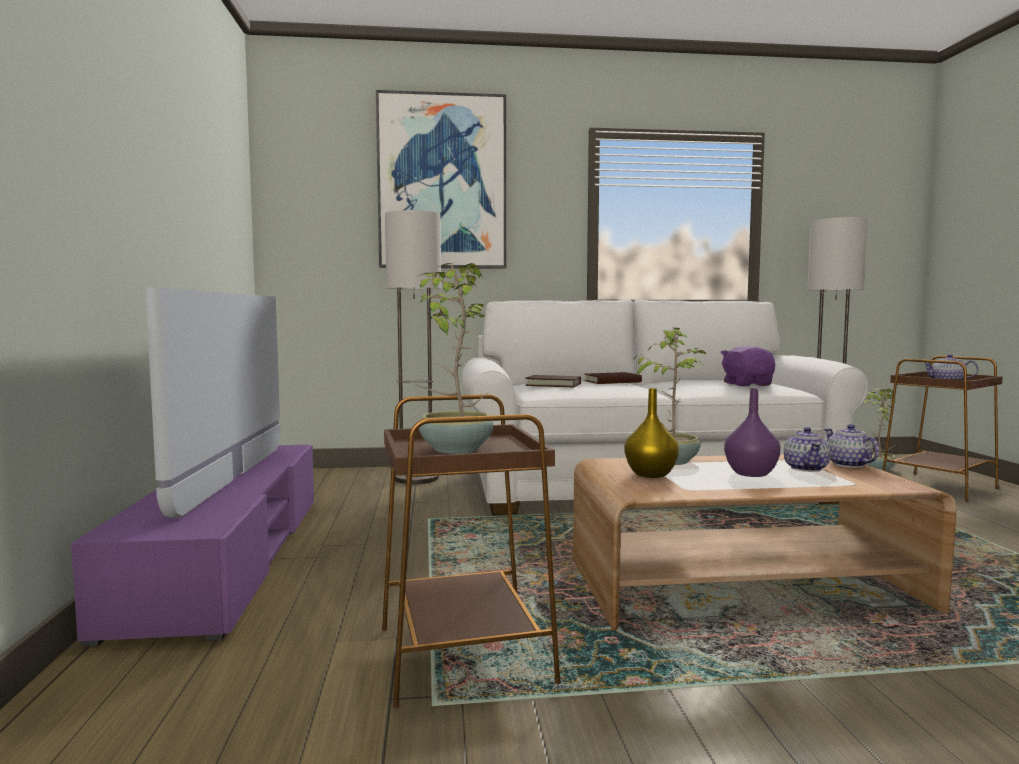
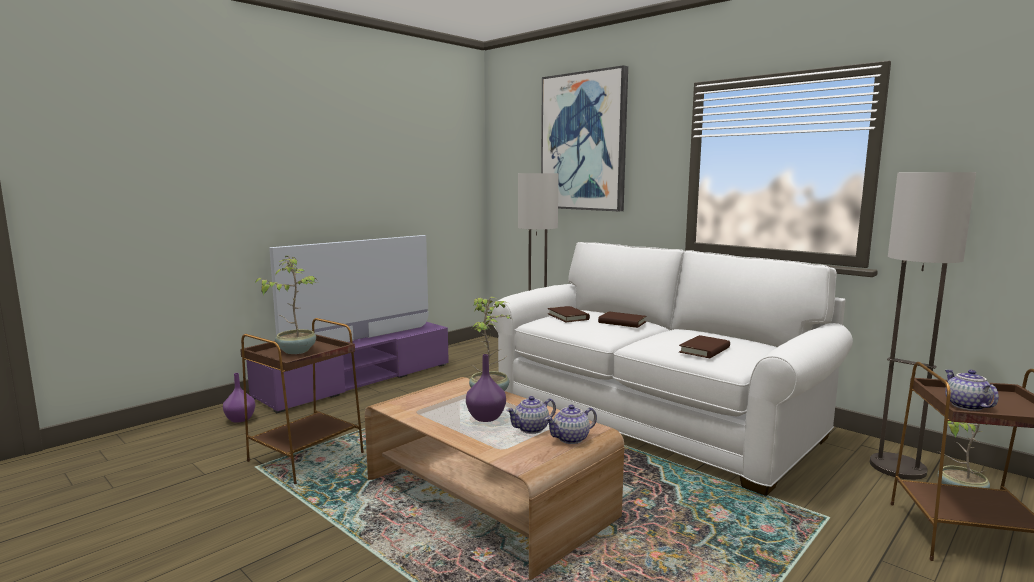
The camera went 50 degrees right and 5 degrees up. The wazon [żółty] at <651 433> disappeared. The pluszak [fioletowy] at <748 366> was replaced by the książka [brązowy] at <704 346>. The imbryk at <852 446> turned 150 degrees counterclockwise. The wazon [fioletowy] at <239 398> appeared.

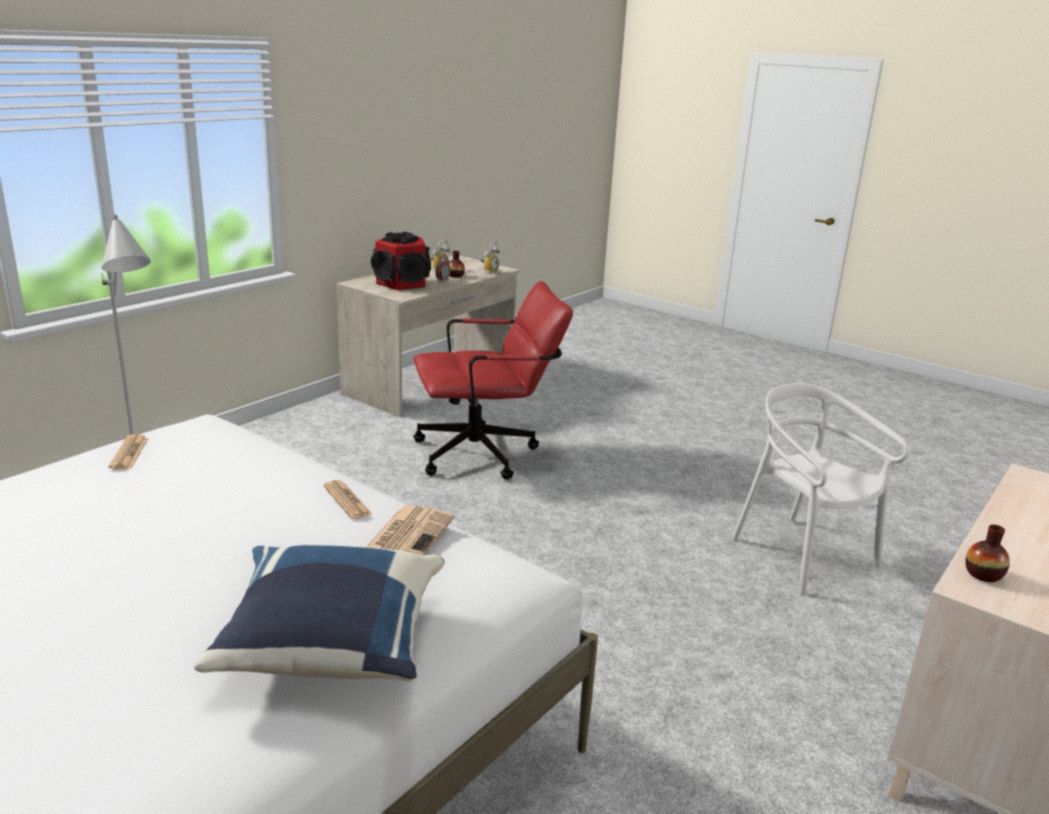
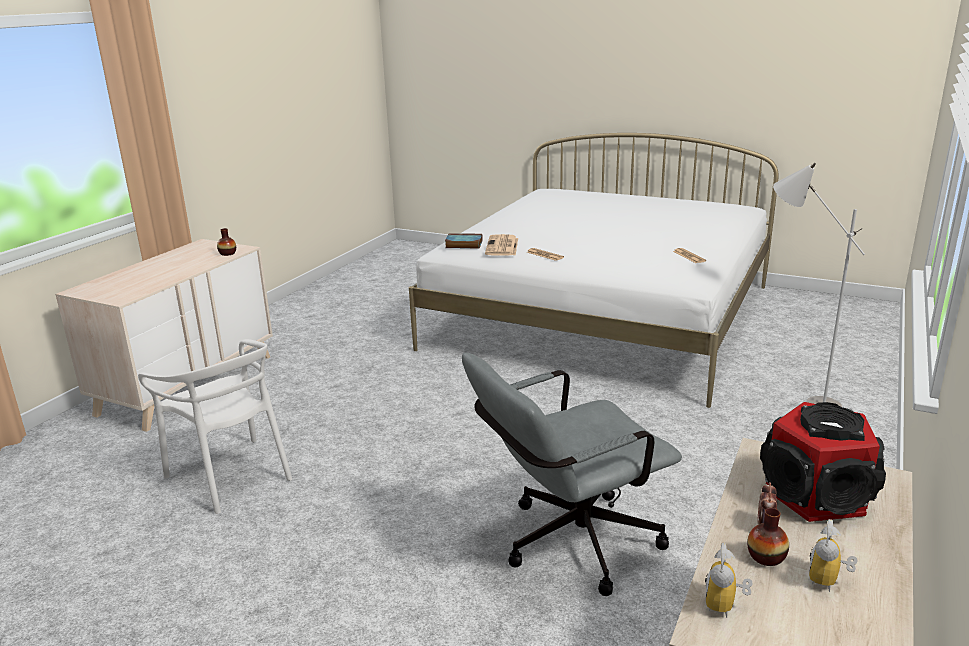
The camera went 170 degrees right and 0 degrees up. The poduszka [niebieski] at <319 613> disappeared. The krzesło biurowe [czerwony] at <493 380> became the krzesło biurowe [szary] at <572 474>. The książka at <463 241> appeared.

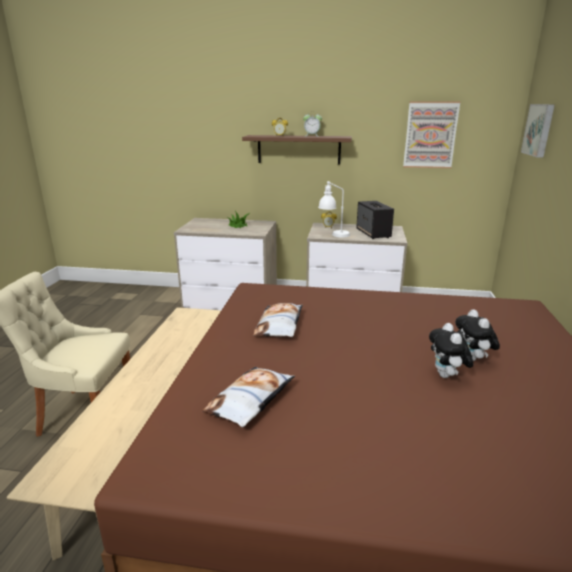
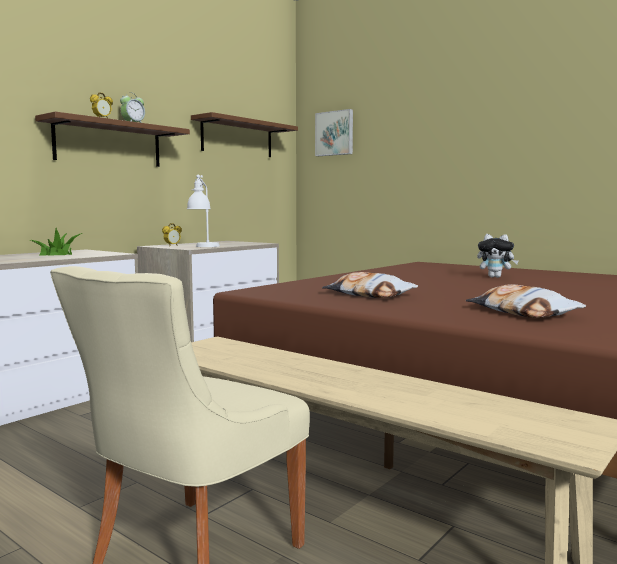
The camera went 60 degrees left and 15 degrees down. The głośnik at <375 220> disappeared. The obraz at <431 135> was replaced by the półka [brązowy] at <244 134>. The pluszak at <451 350> disappeared.

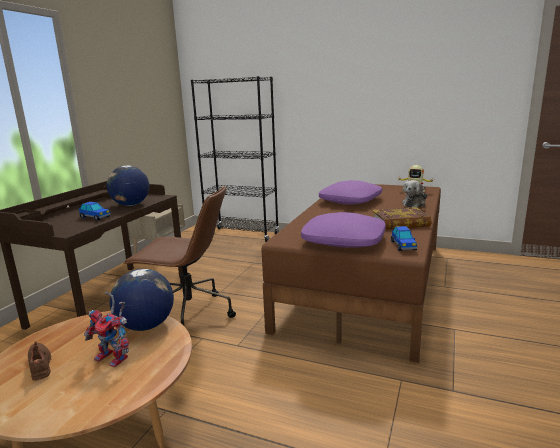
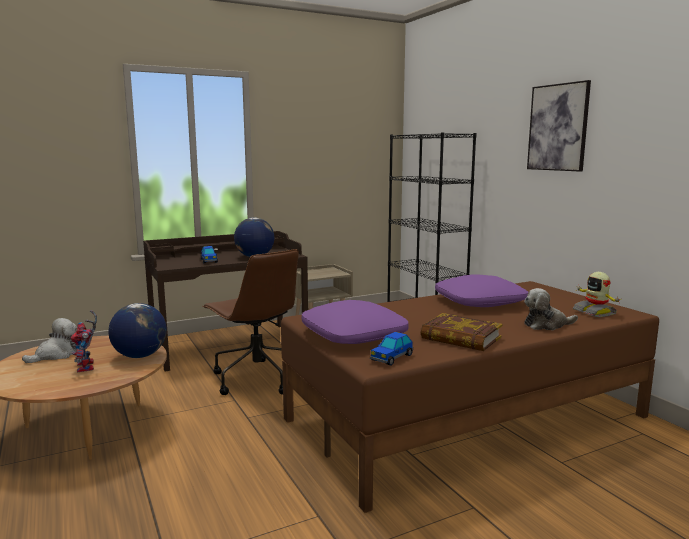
The camera went 40 degrees right and 5 degrees down. The but [brązowy] at <39 361> was replaced by the pluszak at <49 340>. The obraz at <559 126> appeared.

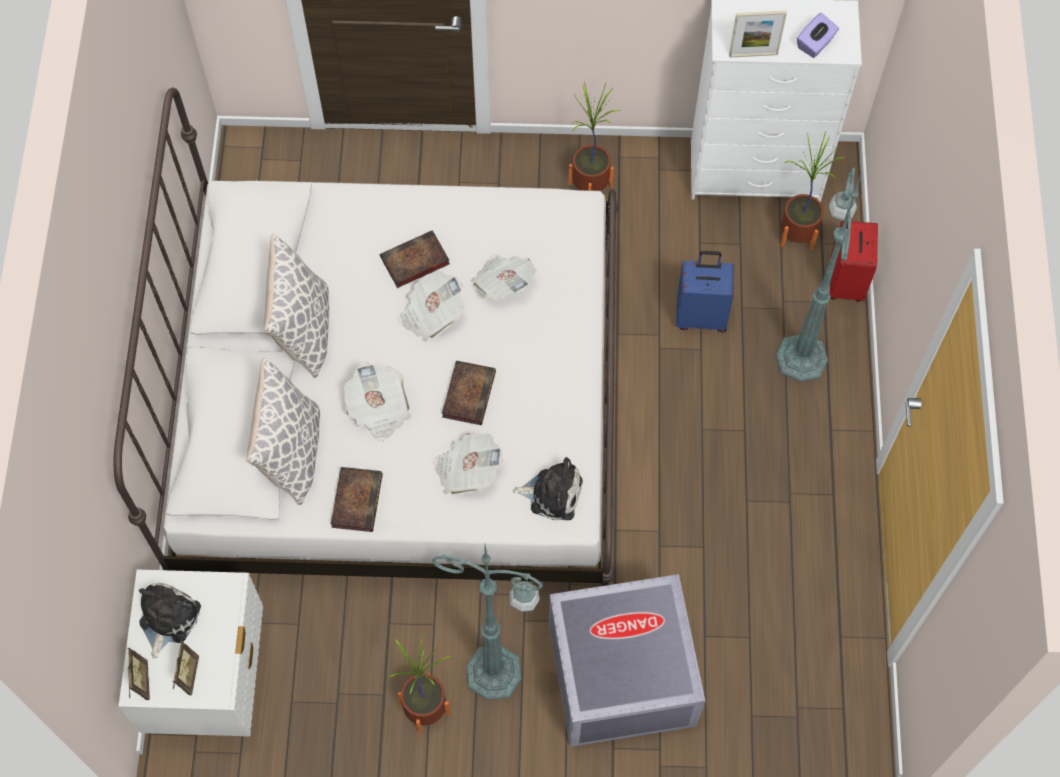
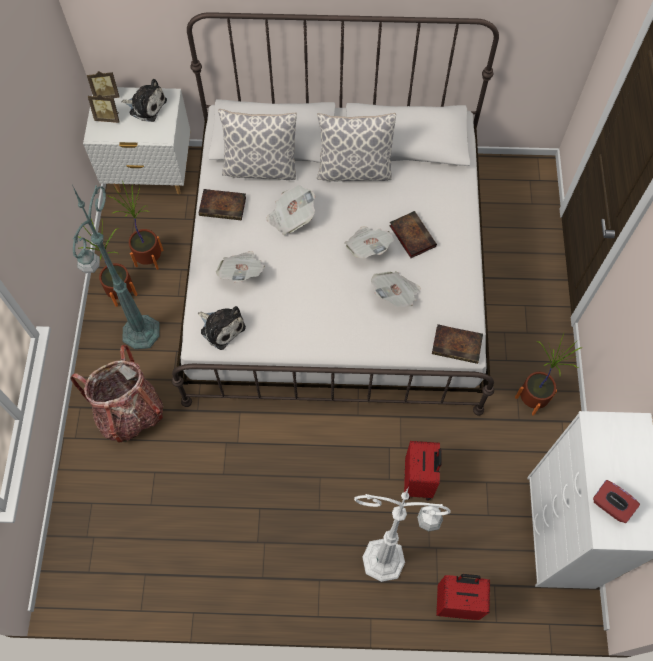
The camera went 90 degrees right and 0 degrees up. The książka moved from <469 393> to <457 344>. The pluszak at <547 488> turned 60 degrees counterclockwise. The pojemnik do przechowywania [szary] at <627 660> was replaced by the plecak at <117 394>. The walizka [niebieski] at <705 291> became the walizka [czerwony] at <423 471>. The ramka na zdjęcie at <758 34> disappeared. The lampa stojąca [zielony] at <819 275> became the lampa stojąca [biały] at <402 534>. The roślina doniczkowa moved from <813 191> to <136 225>. The pudełko chusteczek [fioletowy] at <818 35> became the pudełko chusteczek [czerwony] at <616 501>.

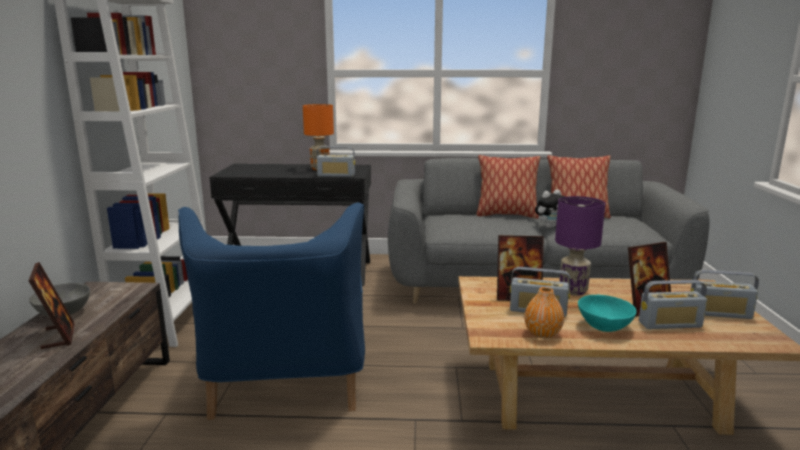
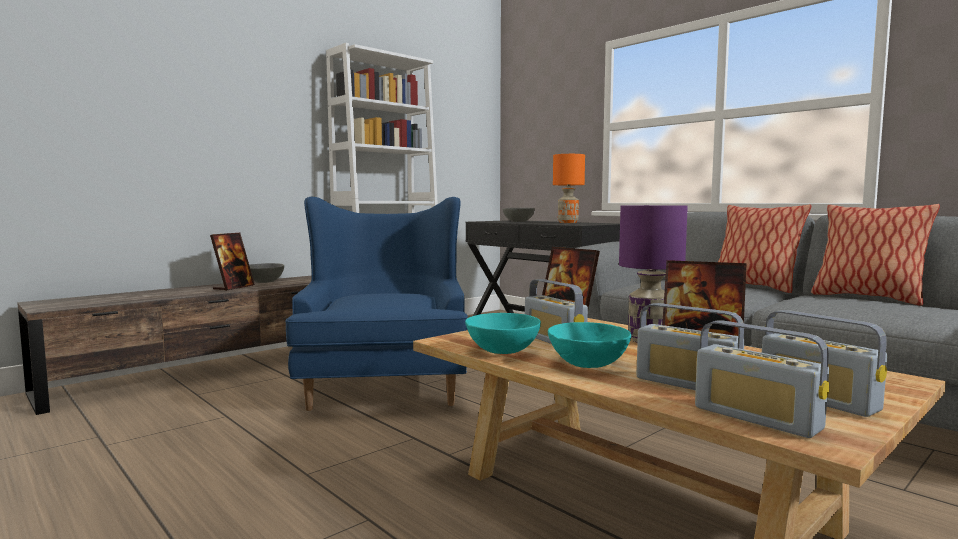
The camera went 45 degrees right and 10 degrees down. The fotel [niebieski] at <271 311> turned 135 degrees clockwise. The radio moved from <335 161> to <762 379>. The wazon [pomarańczowy] at <544 312> was replaced by the miska [turkusowy] at <503 333>. The pluszak at <550 208> disappeared. The miska [szary] at <518 215> appeared.

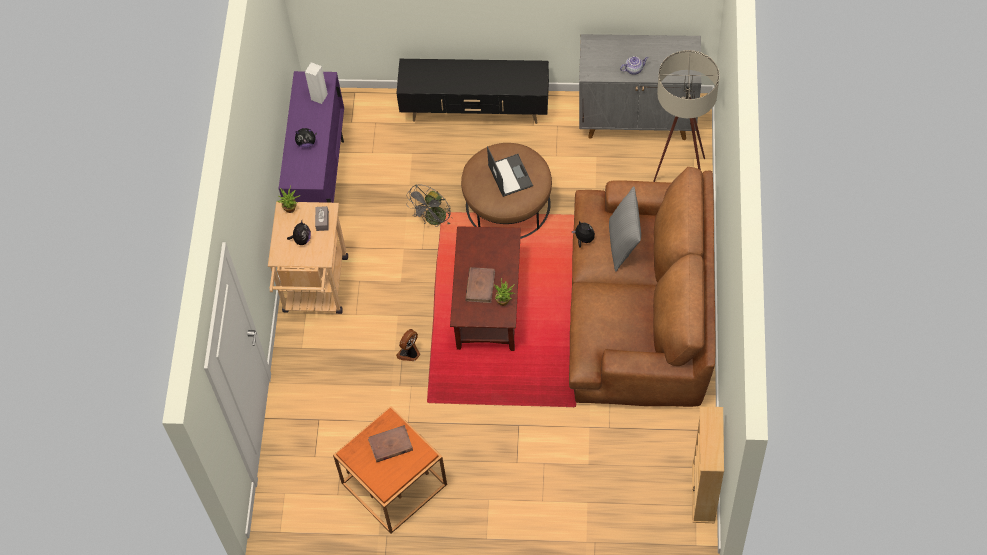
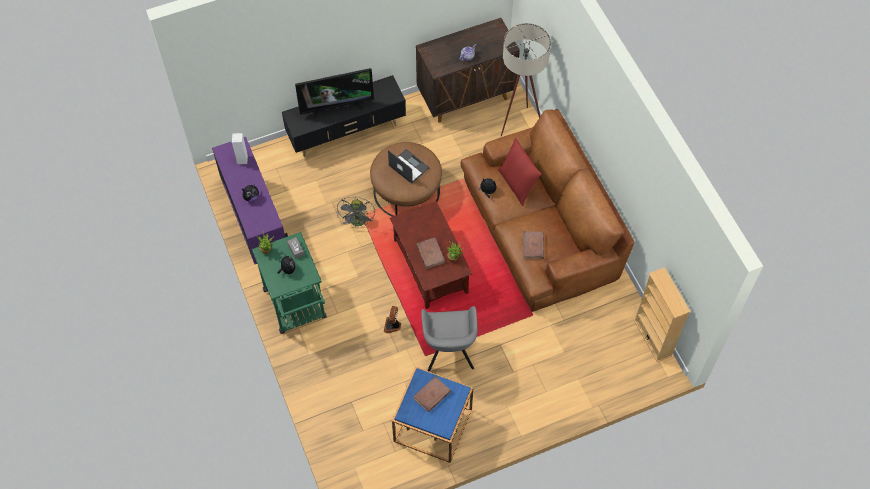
The camera went 30 degrees left and 0 degrees up. The wózek [beżowy] at <308 258> became the wózek [zielony] at <289 283>. The stolik [pomarańczowy] at <390 469> became the stolik [niebieski] at <432 415>. The szafka [szary] at <640 87> became the szafka [brązowy] at <468 70>. The poduszka [szary] at <625 229> became the poduszka [czerwony] at <519 172>. The telewizor at <334 94> appeared. The fotel [szary] at <449 338> appeared. The książka [brązowy] at <533 245> appeared.

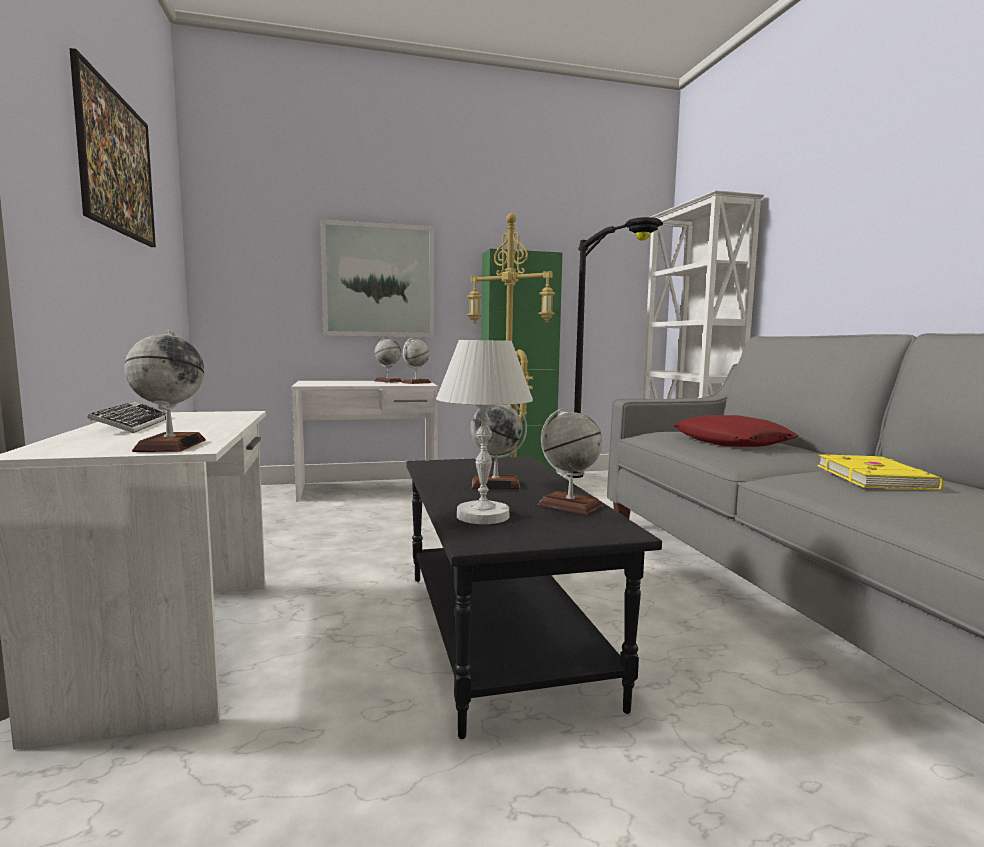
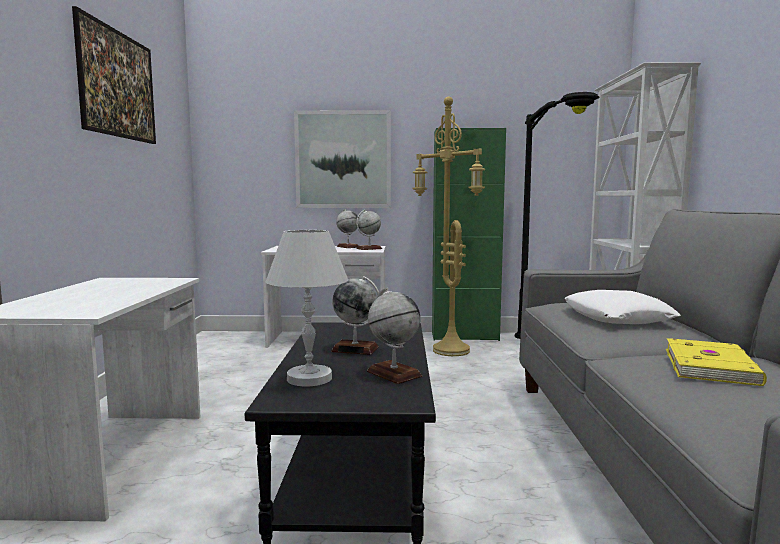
The camera went 15 degrees right and 0 degrees up. The klawiatura at <126 417> disappeared. The globus at <165 391> disappeared. The poduszka [czerwony] at <736 431> became the poduszka [biały] at <622 307>.

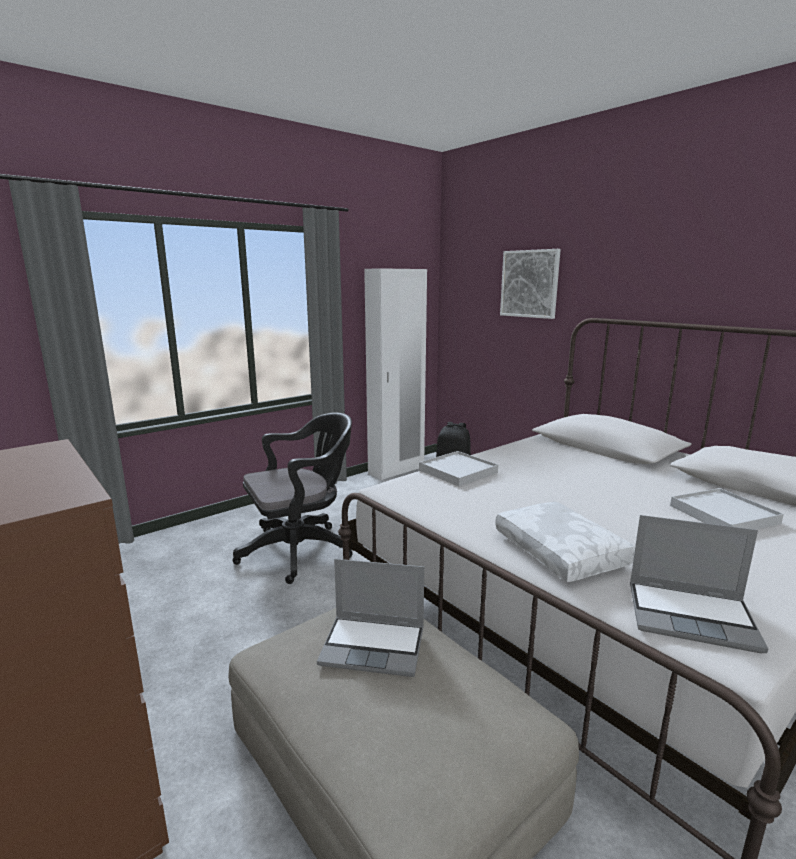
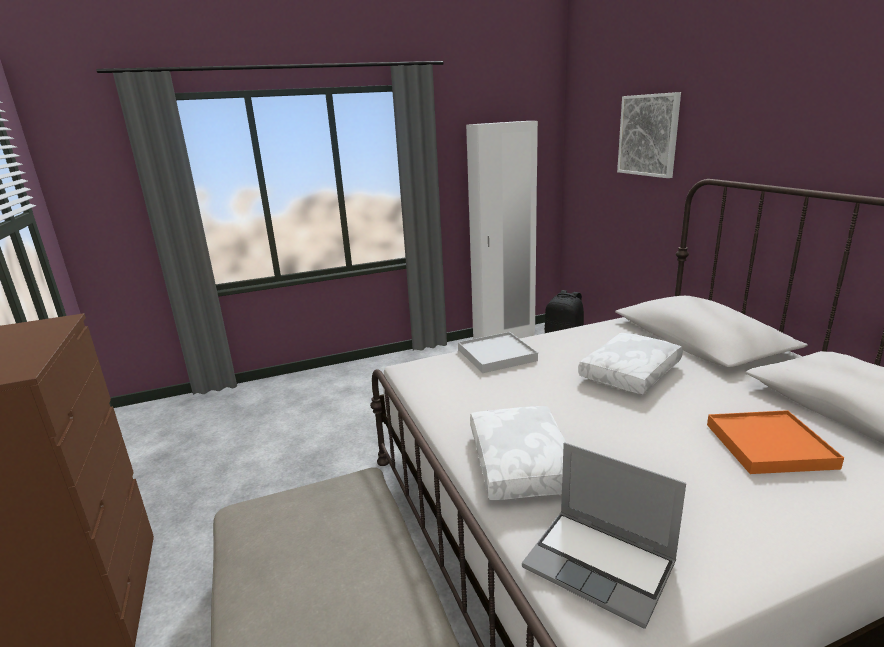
The camera went 20 degrees right and 5 degrees up. The krzesło biurowe [czarny] at <292 498> disappeared. The laptop at <370 618> disappeared. The taca [biały] at <727 509> became the taca [pomarańczowy] at <775 442>. The poduszka [biały] at <630 363> appeared.

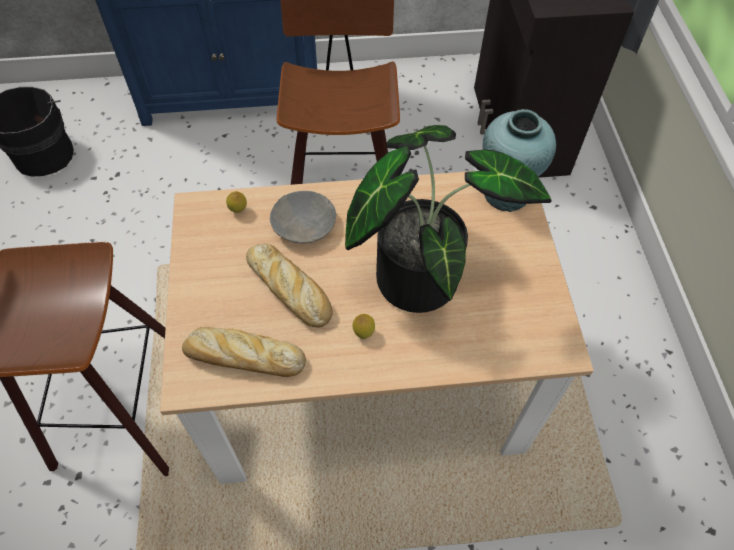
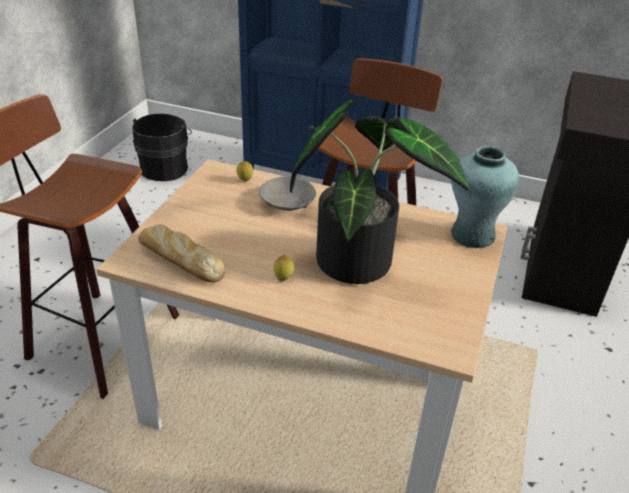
The camera went 25 degrees right and 20 degrees down. The chleb at <289 285> disappeared.

